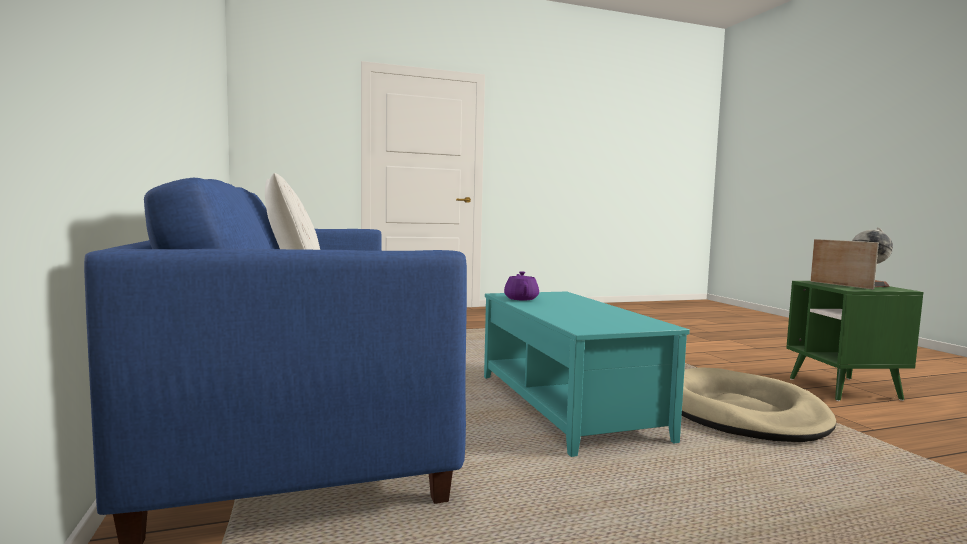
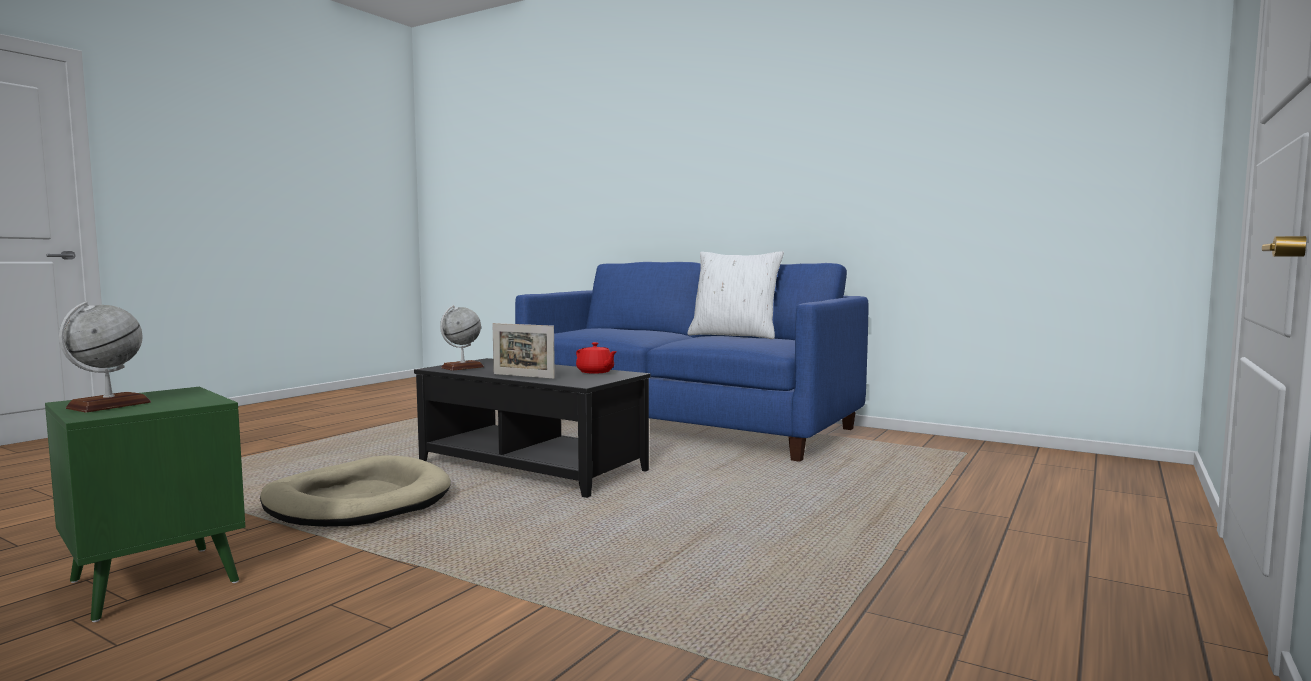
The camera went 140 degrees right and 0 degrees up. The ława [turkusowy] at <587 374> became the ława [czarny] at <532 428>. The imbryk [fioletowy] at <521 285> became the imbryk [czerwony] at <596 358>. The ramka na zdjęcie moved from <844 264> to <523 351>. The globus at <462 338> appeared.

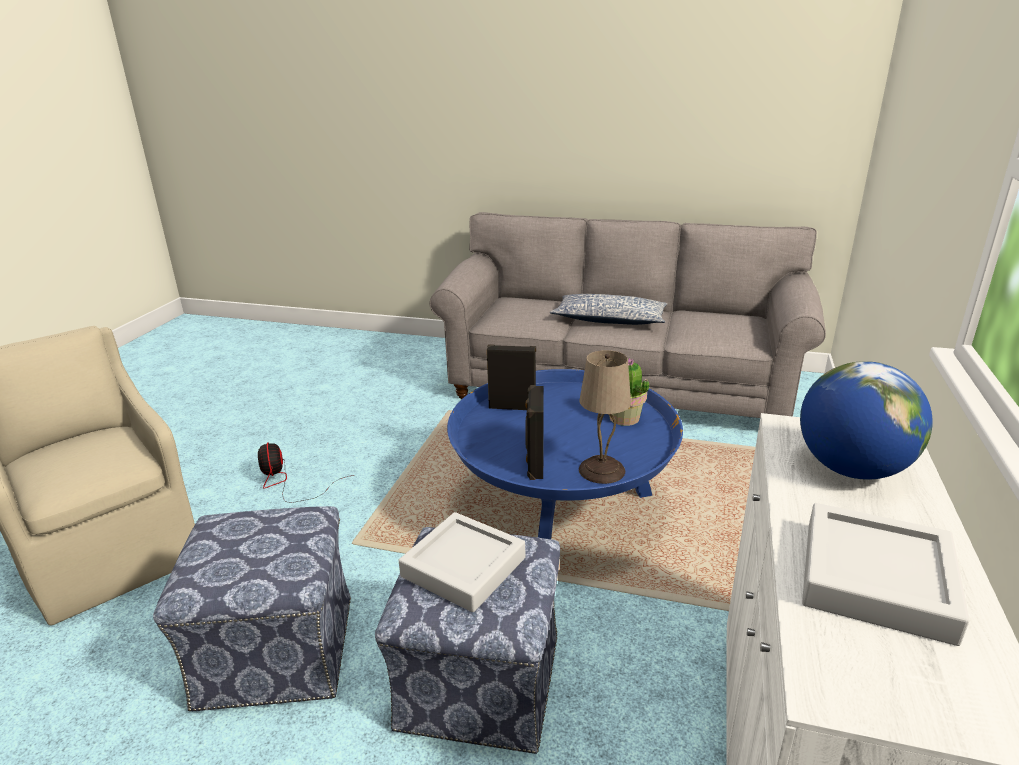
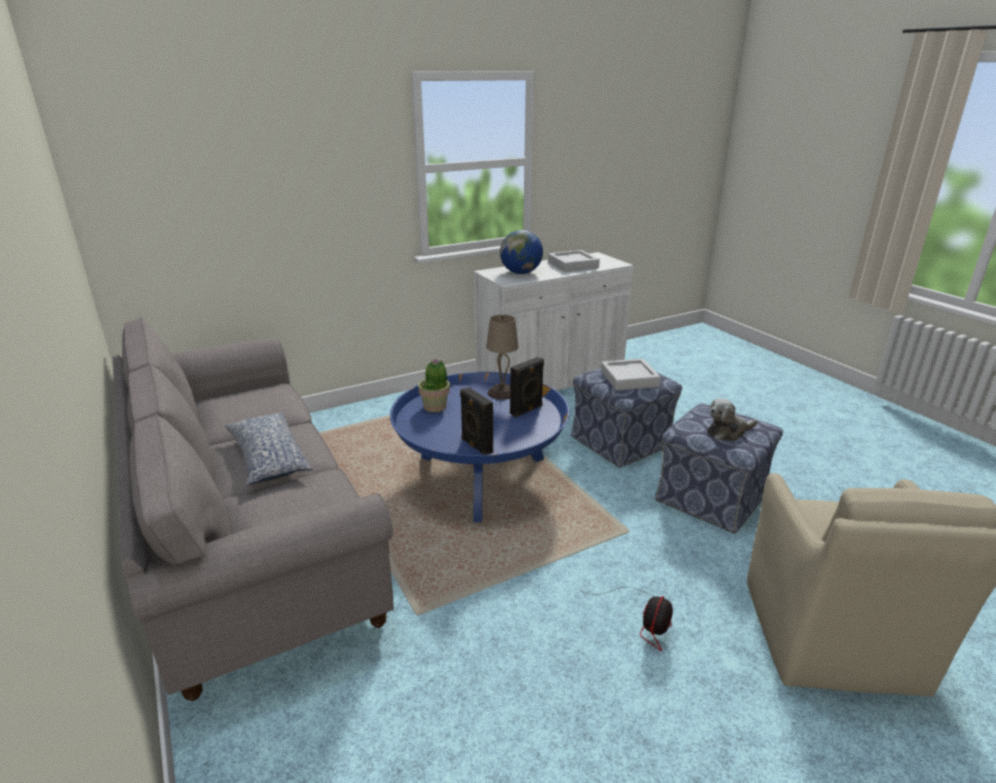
The camera went 135 degrees left and 0 degrees up. The pluszak at <732 419> appeared.

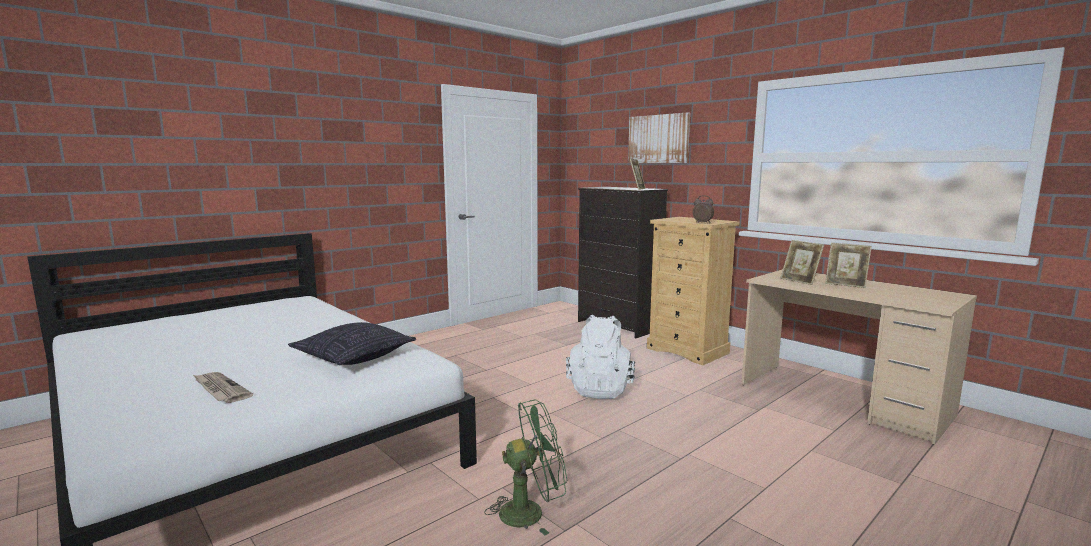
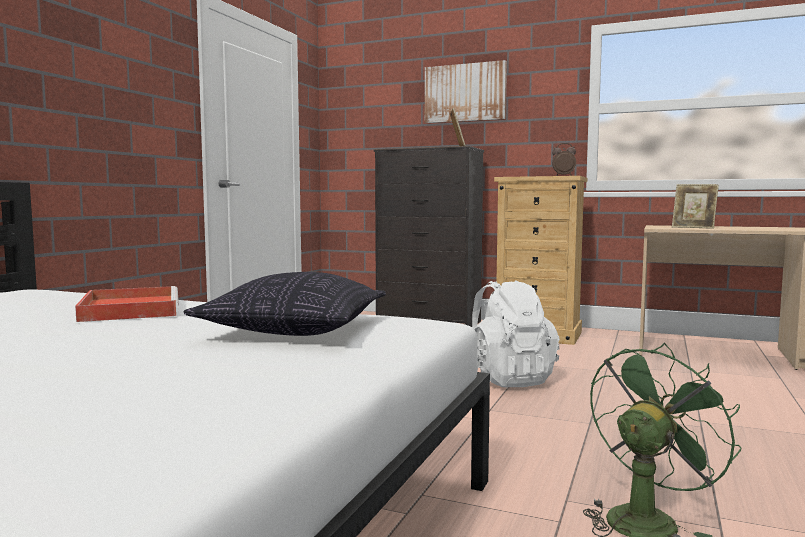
The camera went 25 degrees left and 5 degrees down. The gazeta at <223 387> disappeared. The ramka na zdjęcie at <848 265> disappeared. The taca [czerwony] at <127 304> appeared.

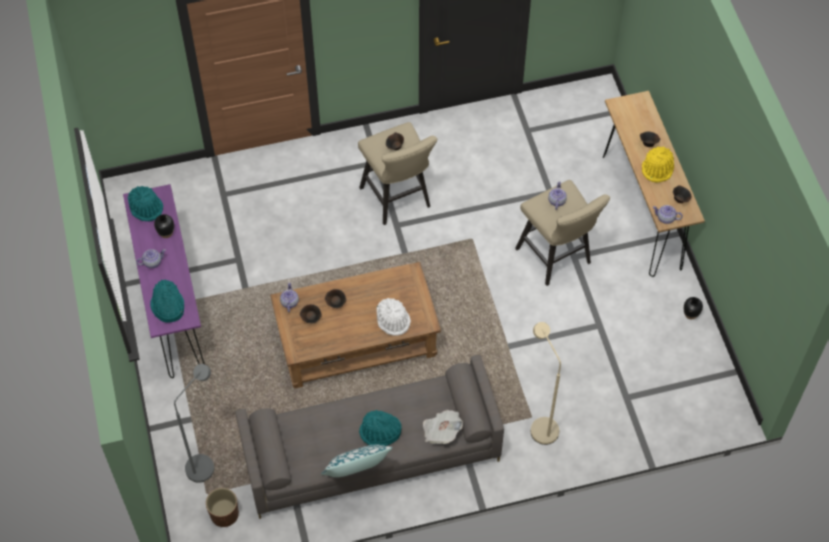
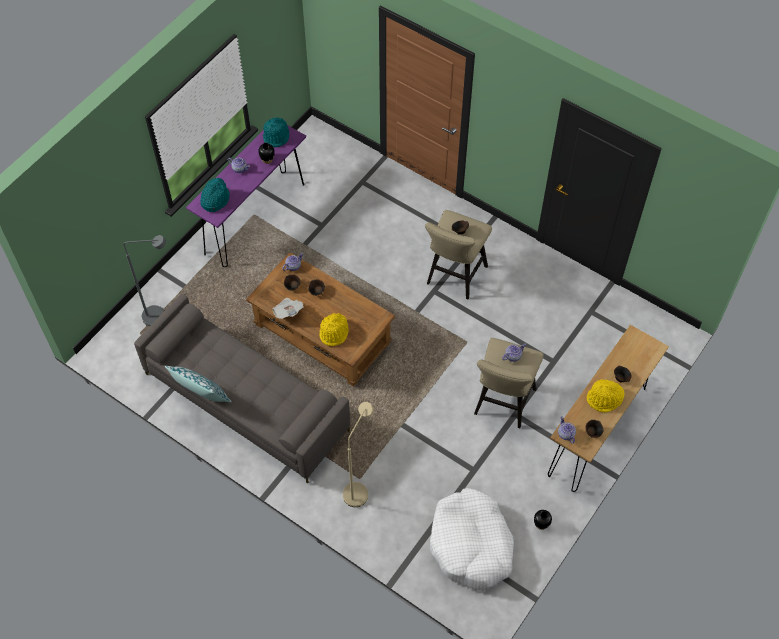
The camera went 50 degrees right and 0 degrees up. The donica [brązowy] at <222 507> disappeared. The kapelusz [turkusowy] at <380 428> disappeared. The kapelusz [biały] at <394 317> became the kapelusz [żółty] at <334 329>. The gazeta moved from <443 427> to <287 308>. The legowisko [biały] at <472 539> appeared.

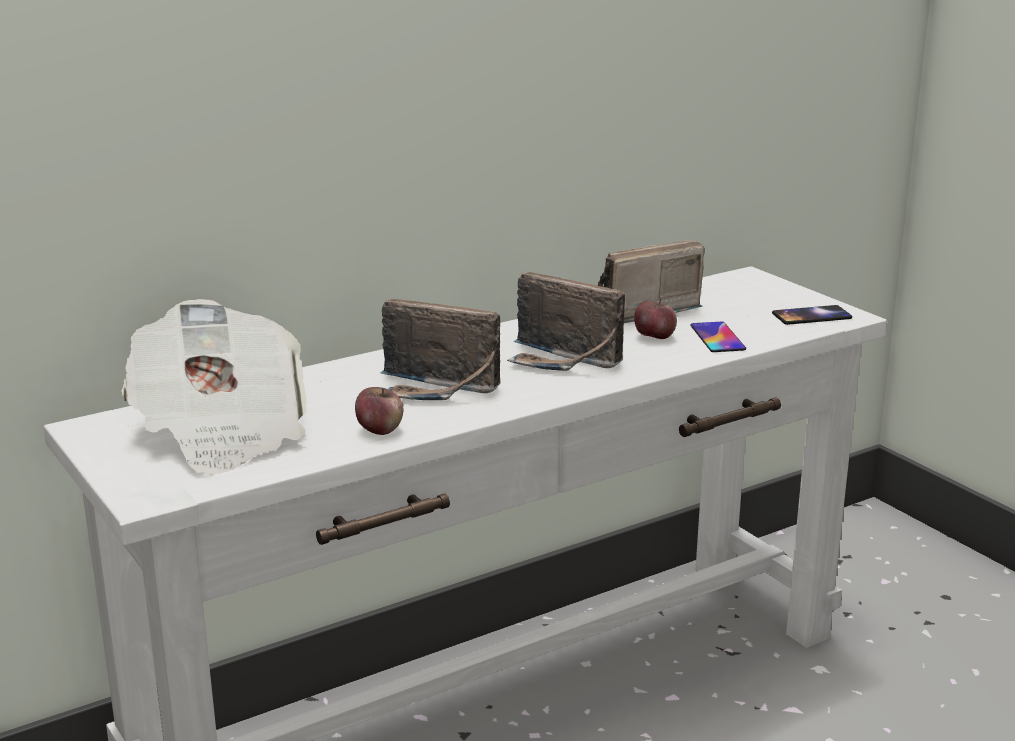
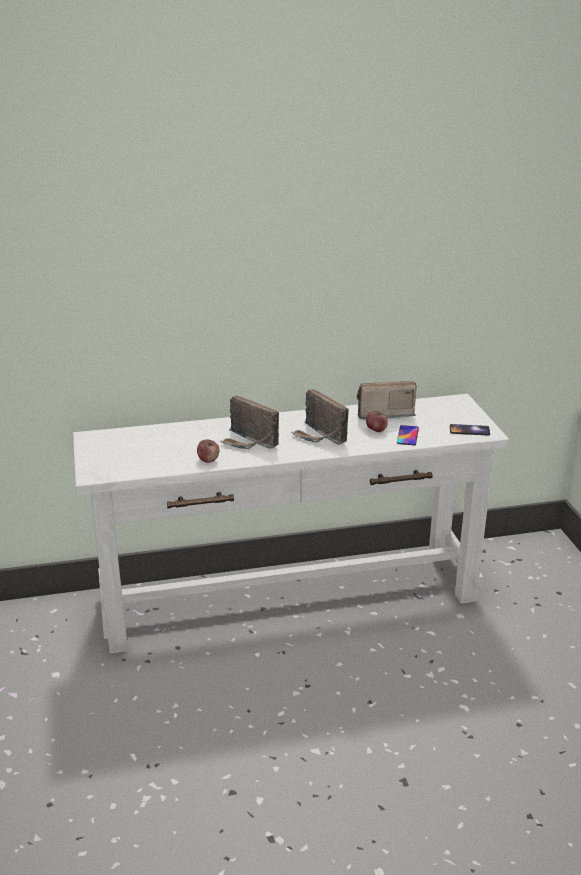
The camera went 20 degrees right and 5 degrees up. The gazeta at <214 387> disappeared.

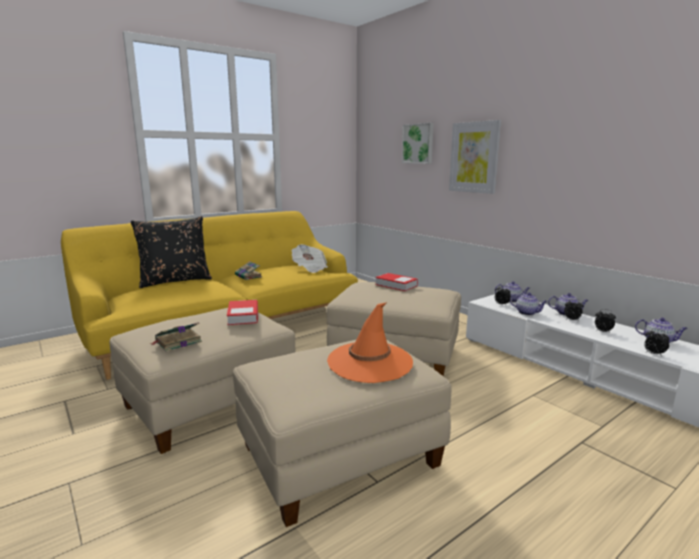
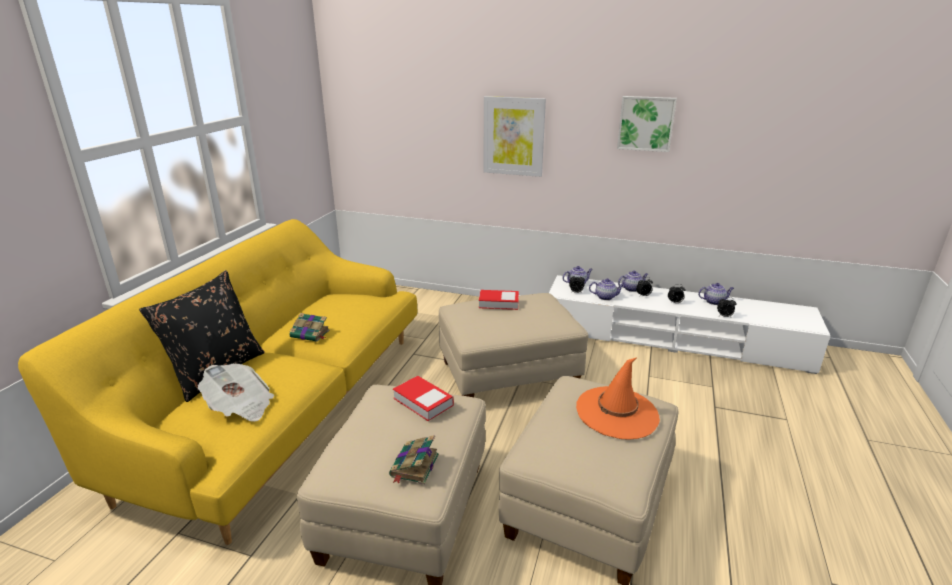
The camera went 35 degrees left and 10 degrees up. The gazeta moved from <309 258> to <236 393>. The obraz moved from <418 143> to <647 124>.

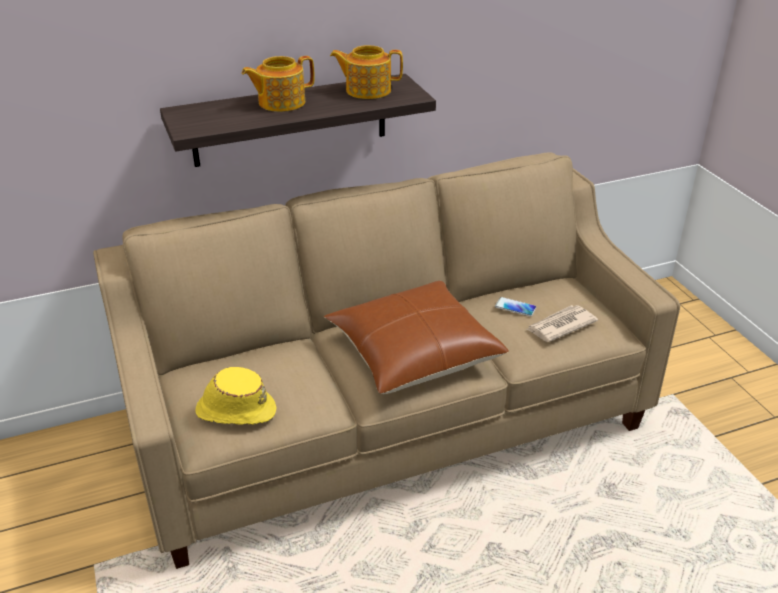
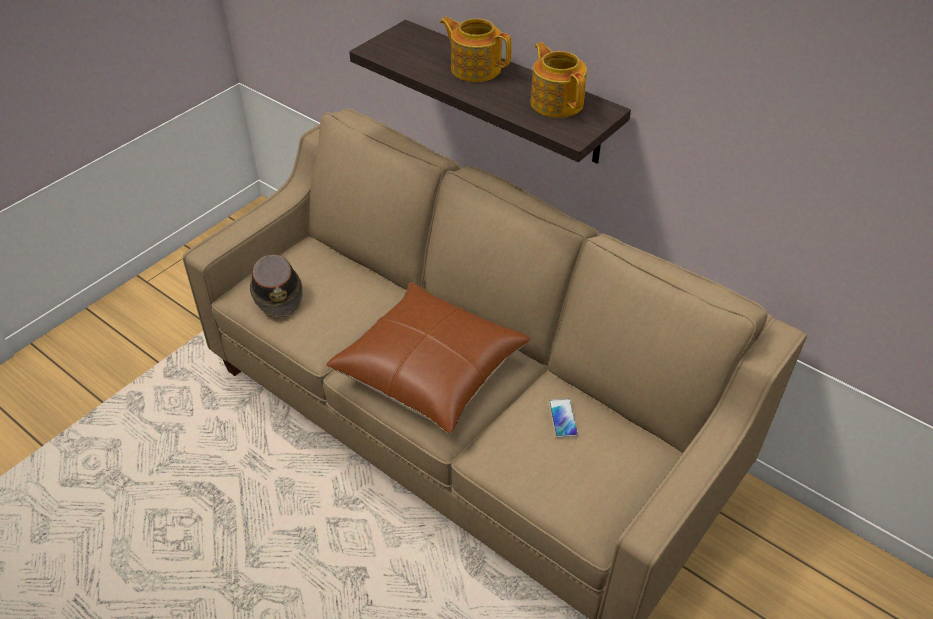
The camera went 60 degrees right and 10 degrees up. The kapelusz [żółty] at <236 396> became the kapelusz [brązowy] at <276 286>. The gazeta at <562 323> disappeared.

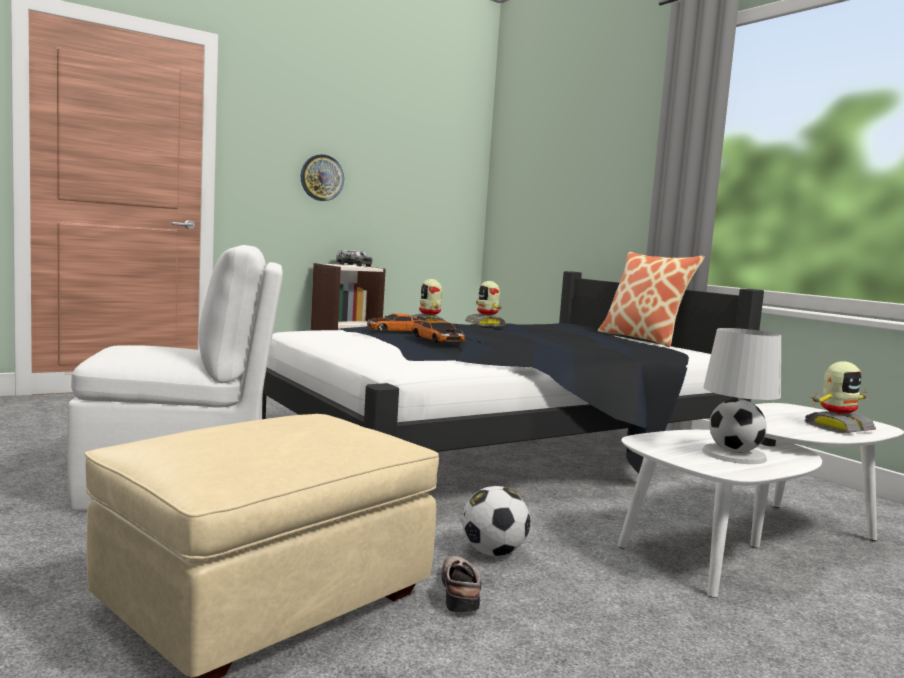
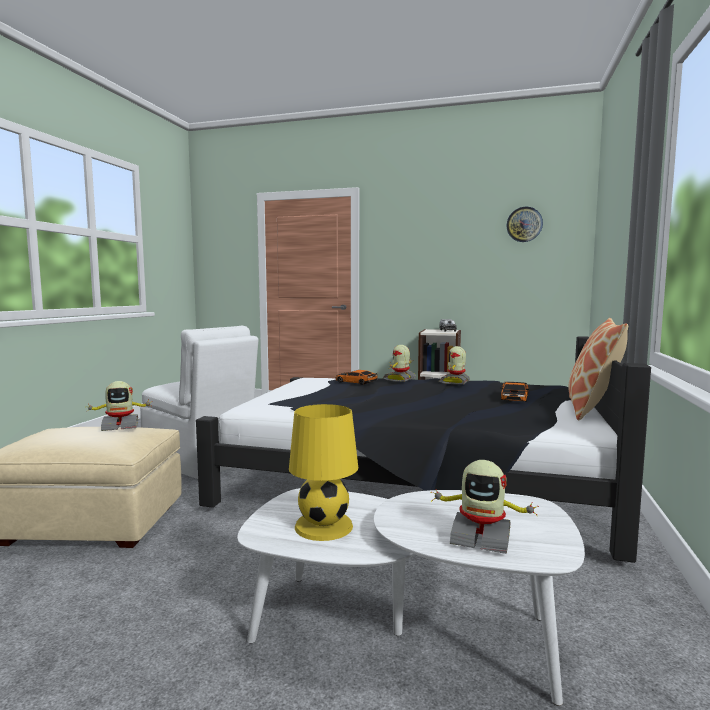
The camera went 50 degrees right and 0 degrees up. The zegar ścienny moved from <322 177> to <524 224>. The samochodzik moved from <439 331> to <514 392>. The but at <461 584> disappeared. The piłka futbolowa at <496 521> disappeared. The lampa stołowa [biały] at <741 396> became the lampa stołowa [żółty] at <323 472>. The robot zabawkowy at <119 406> appeared.

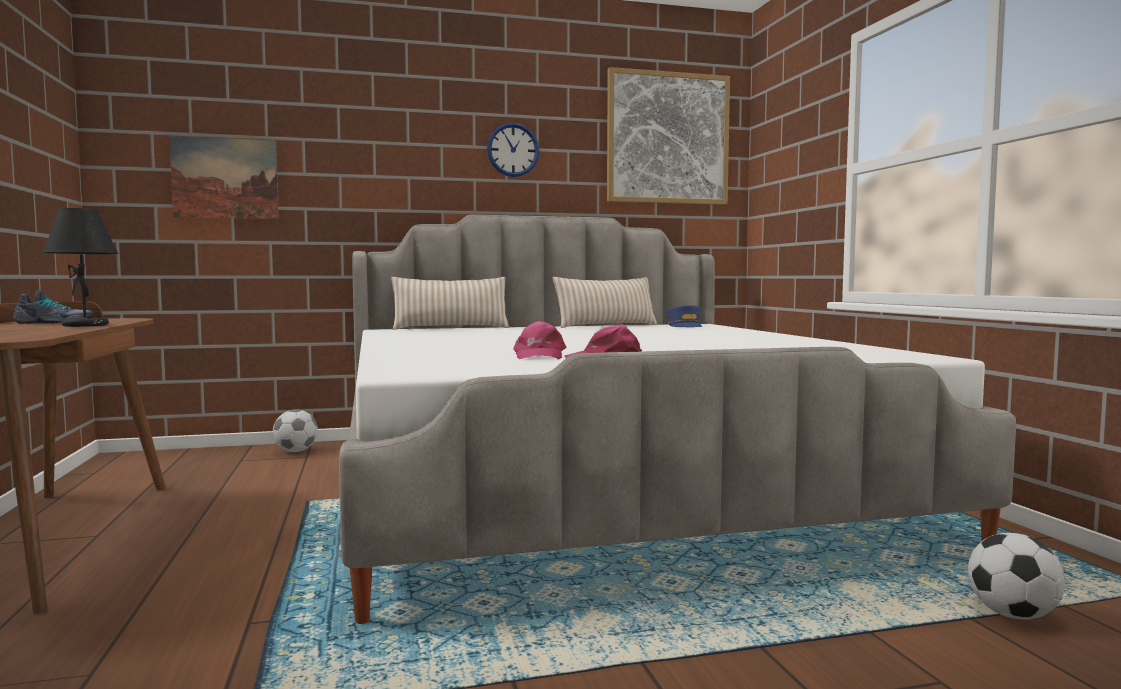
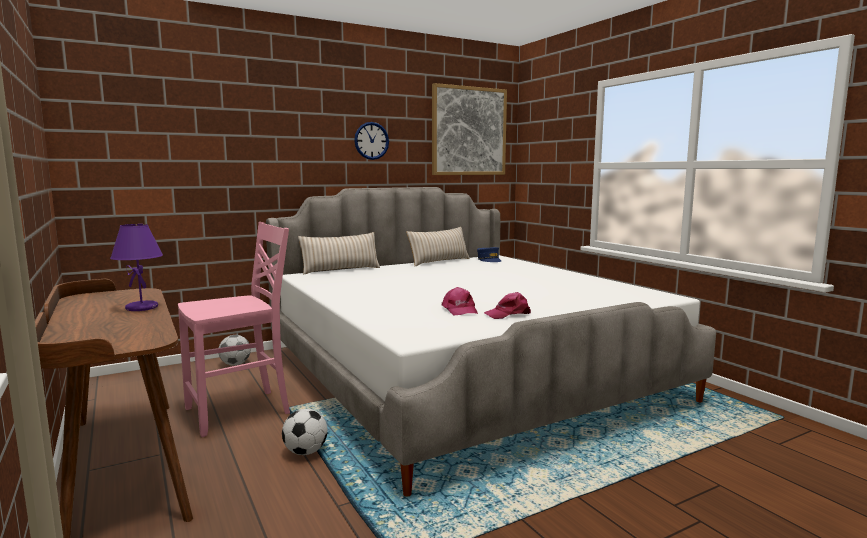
The camera went 15 degrees left and 5 degrees up. The but at <53 307> disappeared. The lampa stołowa [czarny] at <80 267> became the lampa stołowa [fioletowy] at <136 267>. The obraz at <224 177> disappeared. The piłka futbolowa moved from <1016 576> to <305 432>. The krzesło [różowy] at <234 329> appeared.

